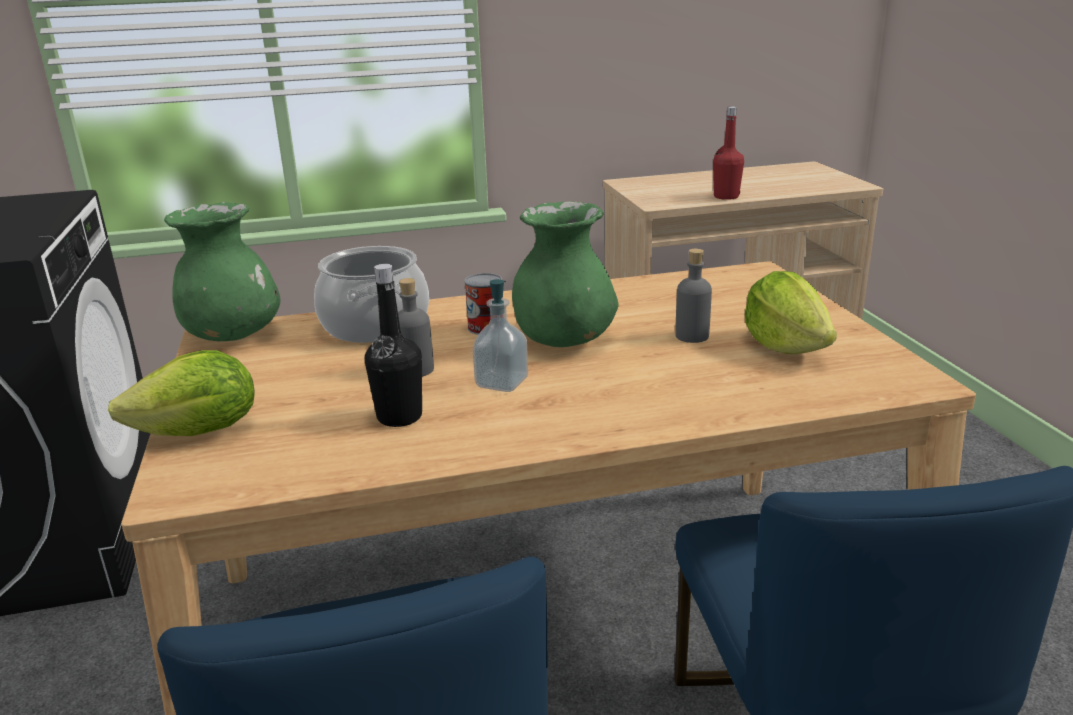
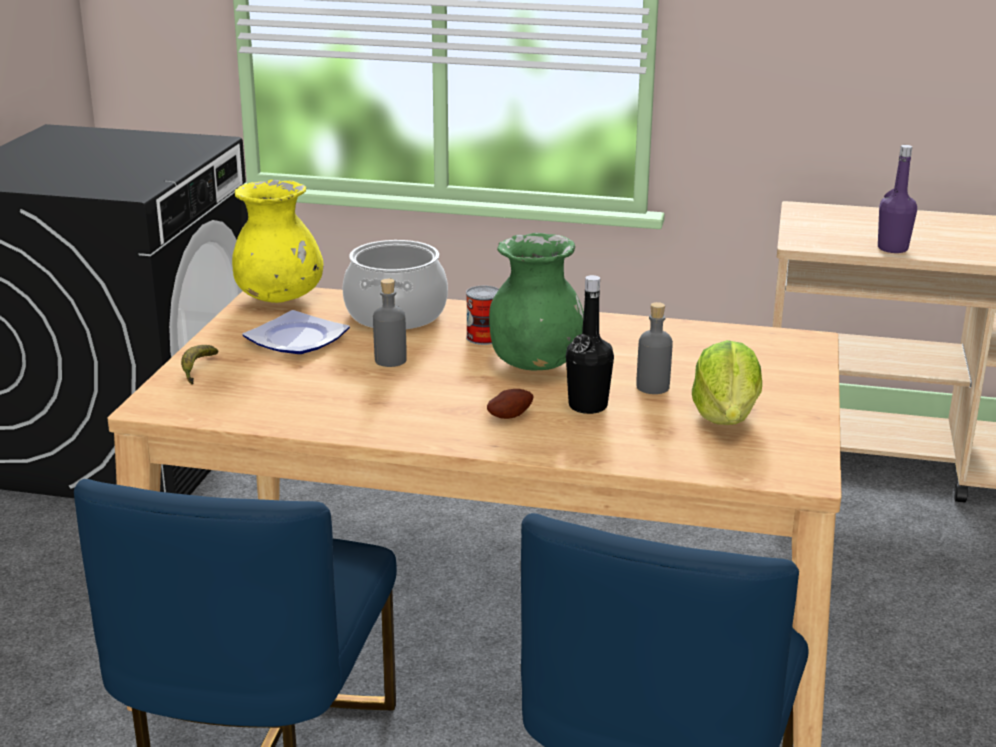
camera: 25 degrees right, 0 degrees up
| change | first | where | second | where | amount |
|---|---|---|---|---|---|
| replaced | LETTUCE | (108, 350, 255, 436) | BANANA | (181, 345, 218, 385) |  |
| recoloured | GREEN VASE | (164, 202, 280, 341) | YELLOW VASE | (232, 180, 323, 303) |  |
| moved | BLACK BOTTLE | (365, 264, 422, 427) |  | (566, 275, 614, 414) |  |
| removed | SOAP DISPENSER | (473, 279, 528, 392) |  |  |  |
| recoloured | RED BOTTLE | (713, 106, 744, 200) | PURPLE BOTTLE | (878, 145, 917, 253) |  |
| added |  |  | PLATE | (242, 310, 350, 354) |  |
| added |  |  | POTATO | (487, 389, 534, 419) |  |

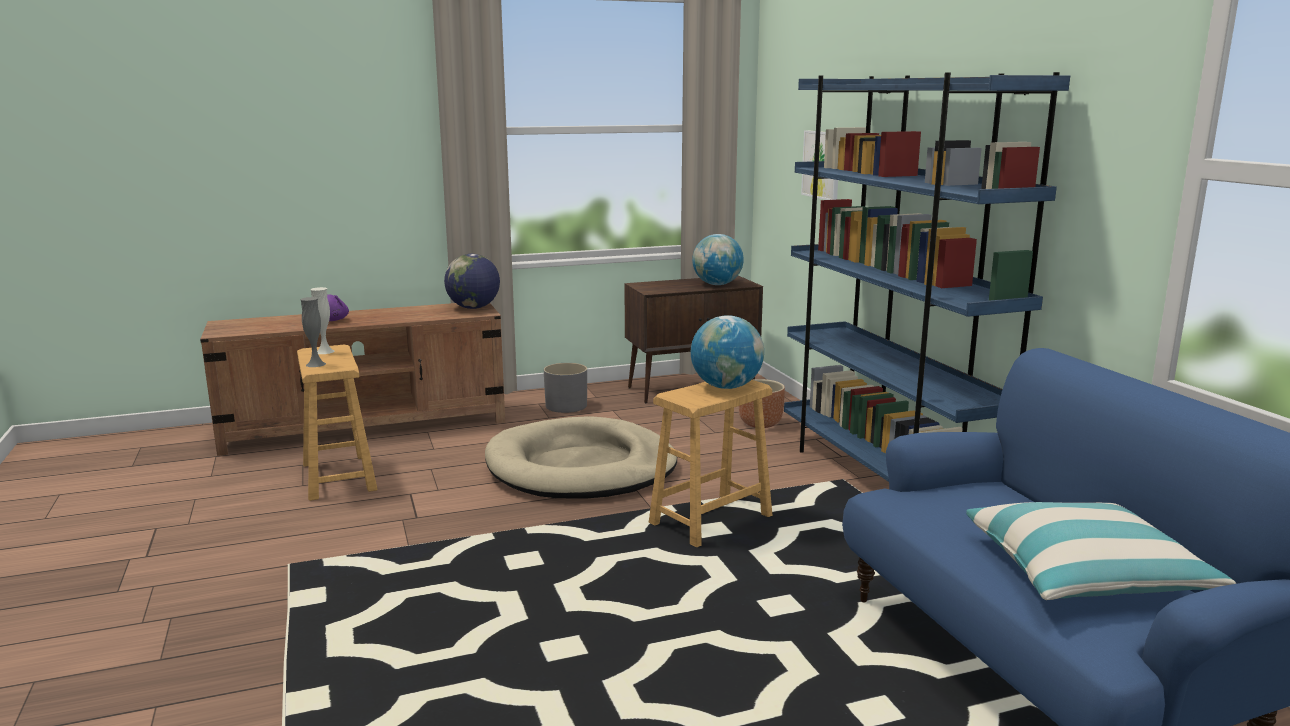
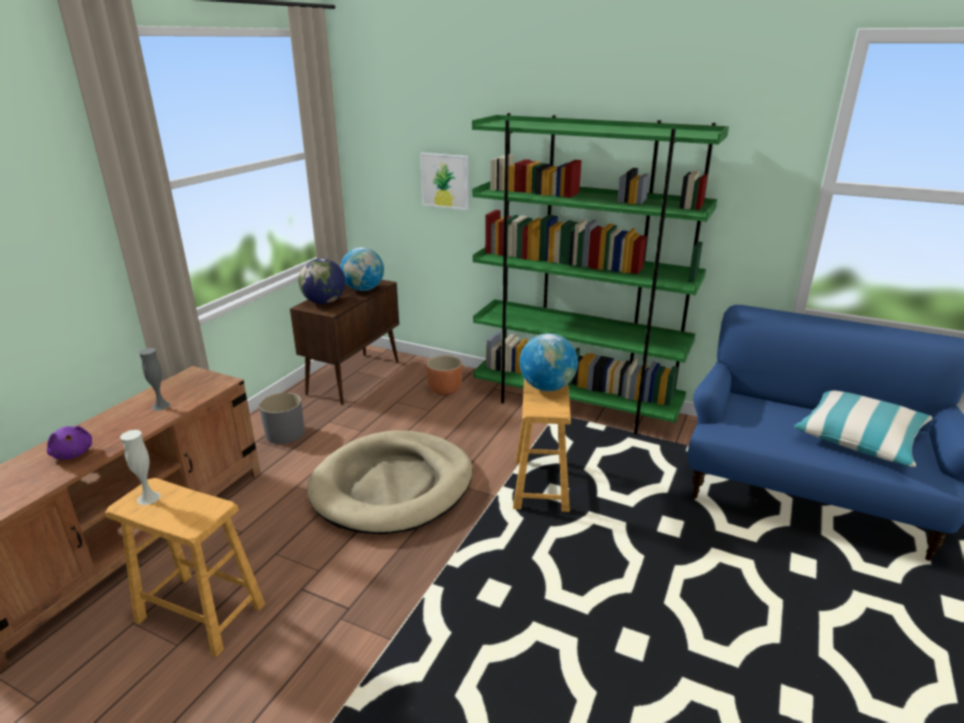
camera: 45 degrees left, 10 degrees up
| change | first | where | second | where | amount |
|---|---|---|---|---|---|
| moved | GREY VASE | (300, 297, 326, 367) |  | (139, 348, 171, 411) |  |
| moved | GLOBE | (444, 254, 500, 309) |  | (299, 258, 345, 304) |  |
| recoloured | BLUE BOOKCASE | (784, 72, 1070, 482) | GREEN BOOKCASE | (472, 113, 729, 434) |  |

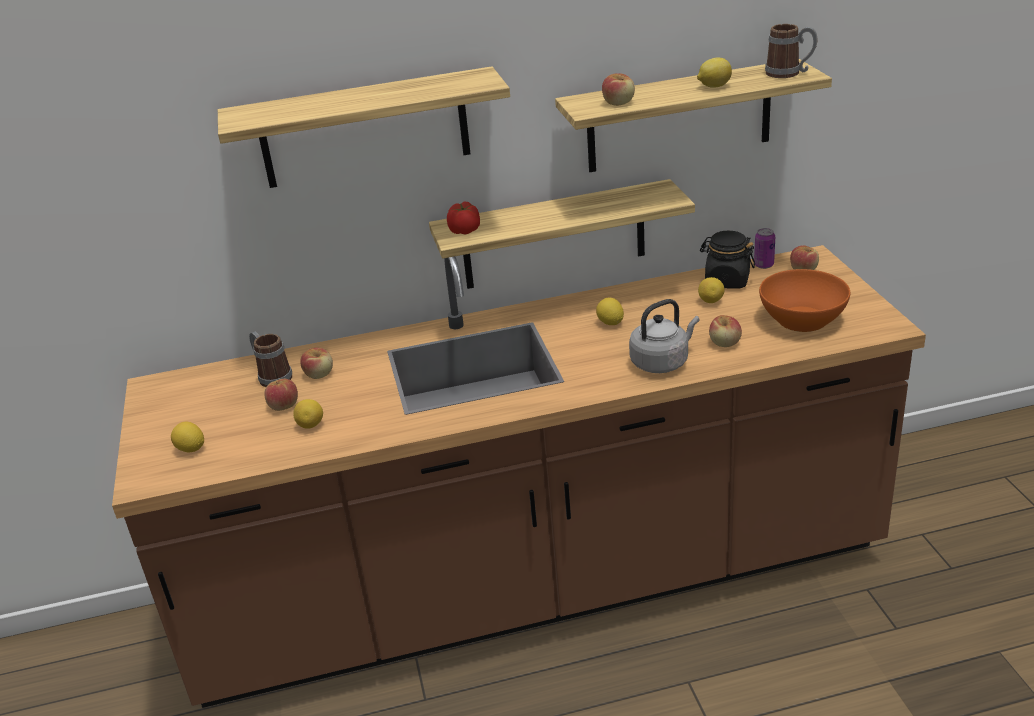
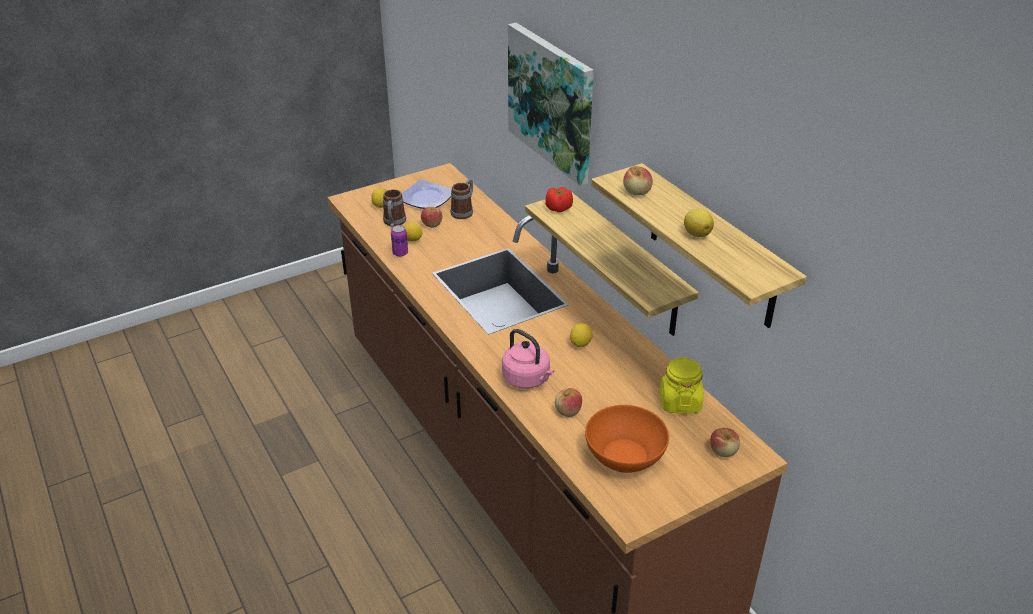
camera: 70 degrees right, 5 degrees up
| change | first | where | second | where | amount |
|---|---|---|---|---|---|
| replaced | SHELF | (218, 66, 510, 188) | PICTURE | (508, 23, 594, 186) |  |
| removed | APPLE | (300, 348, 333, 379) |  |  |  |
| recoloured | GREY KETTLE | (629, 299, 699, 373) | PINK KETTLE | (502, 329, 554, 389) |  |
| removed | LEMON | (698, 277, 724, 303) |  |  |  |
| recoloured | BLACK JAR | (700, 231, 755, 289) | YELLOW JAR | (660, 357, 704, 414) |  |
| moved | CAN | (754, 228, 775, 269) |  | (391, 225, 408, 257) |  |
| moved | MUG | (765, 24, 818, 78) |  | (383, 189, 406, 227) |  |
| added |  |  | PLATE | (402, 179, 452, 209) |  |

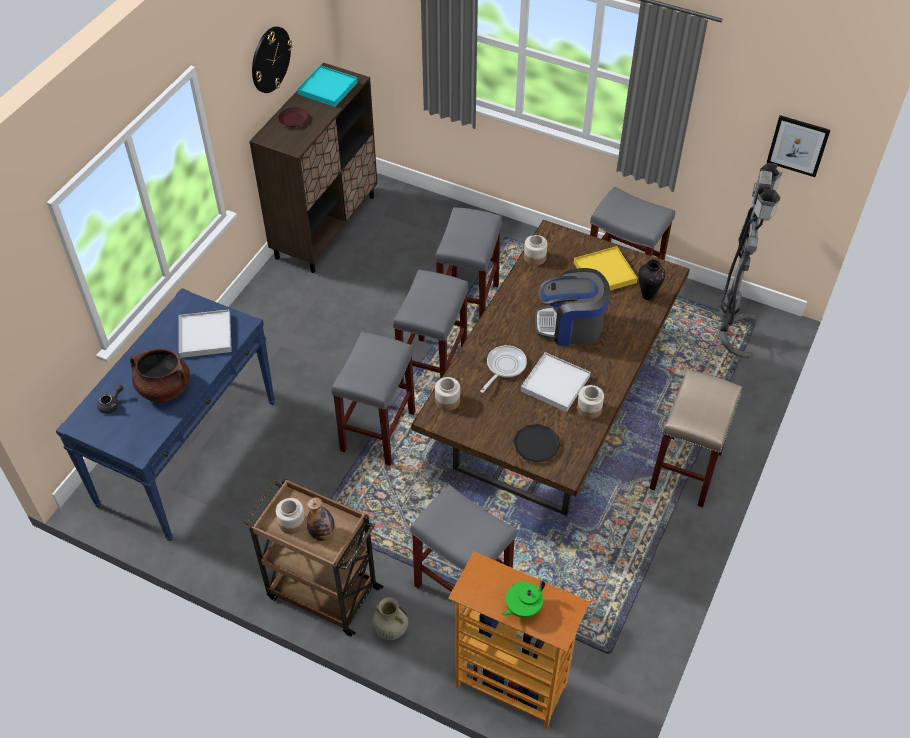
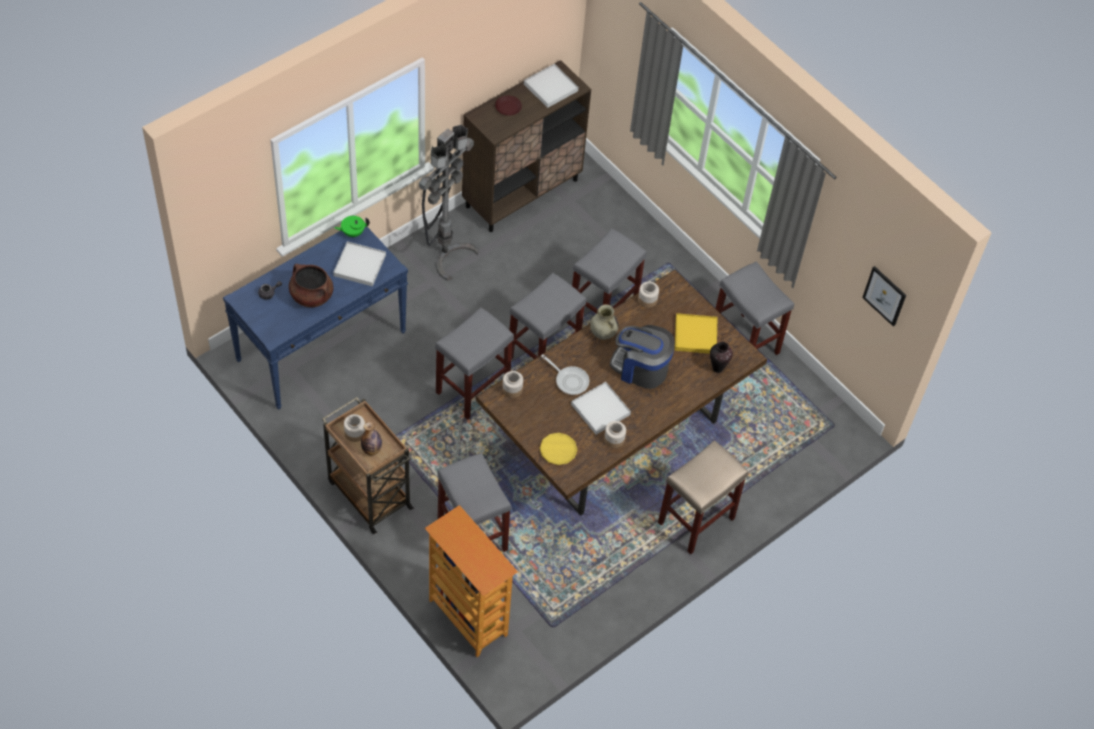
camera: 20 degrees right, 5 degrees up
| change | first | where | second | where | amount |
|---|---|---|---|---|---|
| removed | WALL CLOCK | (252, 26, 292, 93) |  |  |  |
| recoloured | TURQUOISE TRAY | (297, 65, 358, 107) | WHITE TRAY | (524, 64, 578, 108) |  |
| moved | BEIGE VASE | (372, 597, 408, 640) |  | (590, 304, 619, 340) |  |
| turned | FRYING PAN | (480, 345, 527, 393) |  | (541, 354, 589, 395) | 75 degrees clockwise |
| moved | GREEN TEAPOT | (501, 580, 545, 618) |  | (334, 216, 370, 237) |  |
| recoloured | BLACK PLATE | (513, 424, 560, 462) | YELLOW PLATE | (539, 433, 577, 465) |  |
| moved | GREY FLOOR LAMP | (719, 163, 783, 359) |  | (419, 125, 479, 281) |  |

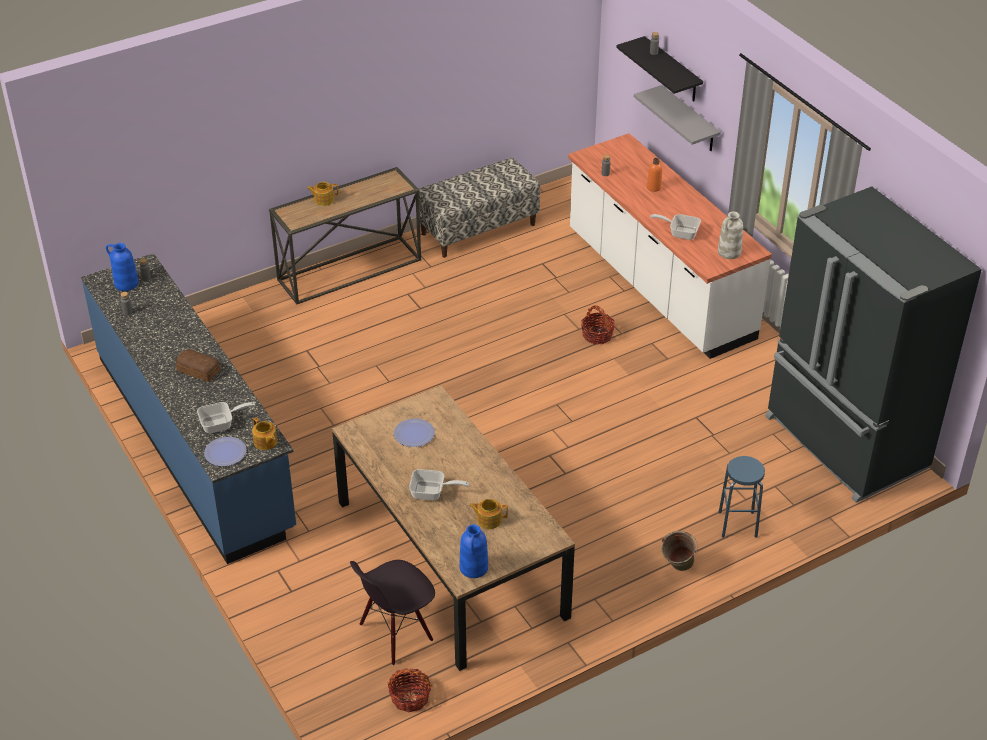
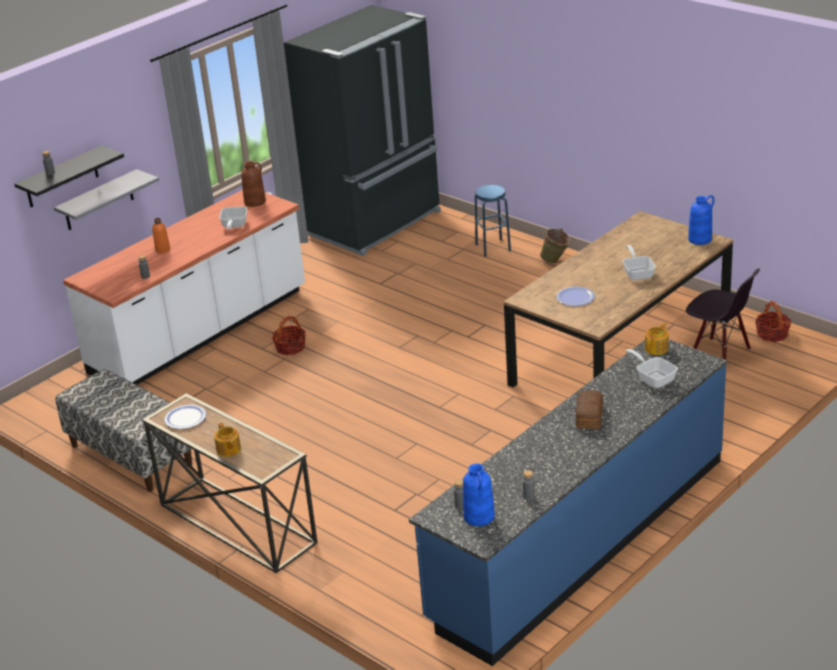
camera: 105 degrees left, 10 degrees down
| change | first | where | second | where | amount |
|---|---|---|---|---|---|
| moved | PLATE | (204, 437, 247, 466) |  | (164, 405, 206, 429) |  |
| removed | TEAPOT | (469, 499, 508, 529) |  |  |  |
| recoloured | WHITE VASE | (718, 212, 743, 259) | BROWN VASE | (241, 161, 266, 207) |  |

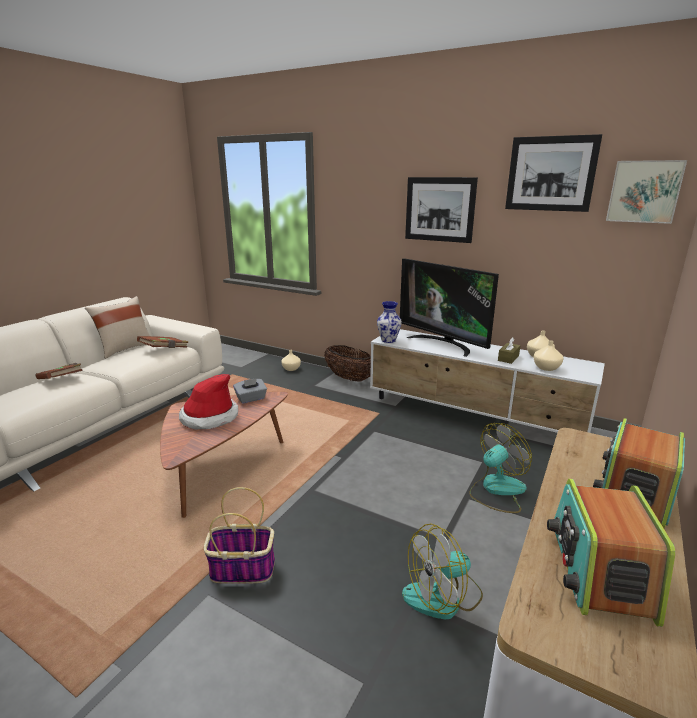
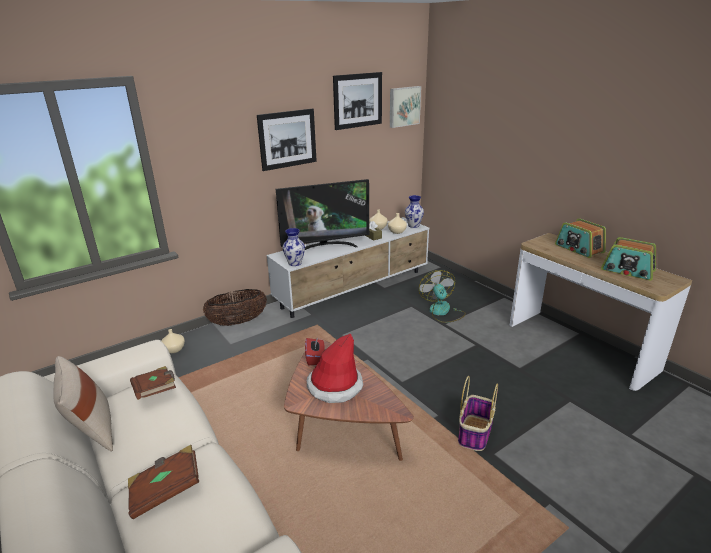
camera: 65 degrees left, 5 degrees up
| change | first | where | second | where | amount |
|---|---|---|---|---|---|
| recoloured | GREY TISSUE BOX | (233, 378, 267, 404) | RED TISSUE BOX | (305, 338, 325, 365) |  |
| removed | FAN | (402, 524, 483, 619) |  |  |  |
| added |  |  | VASE | (405, 195, 424, 228) |  |

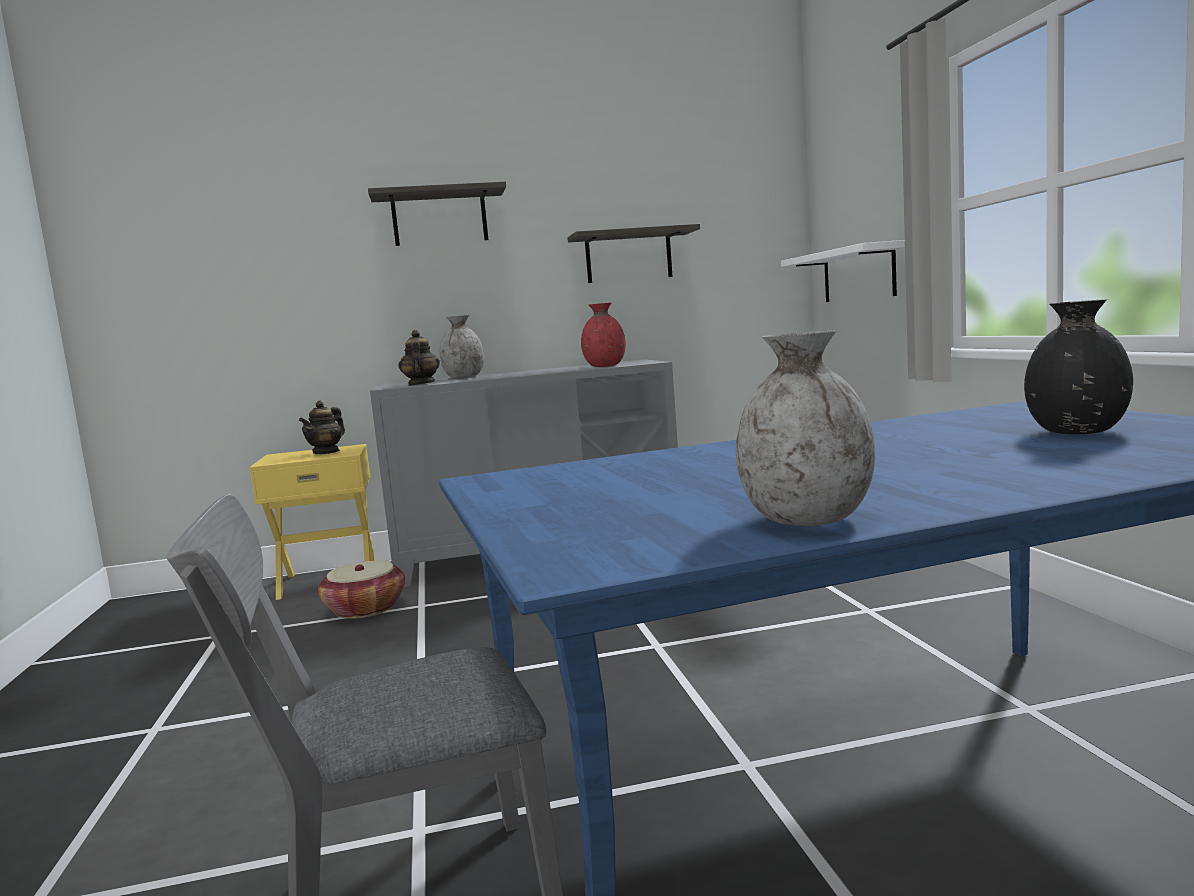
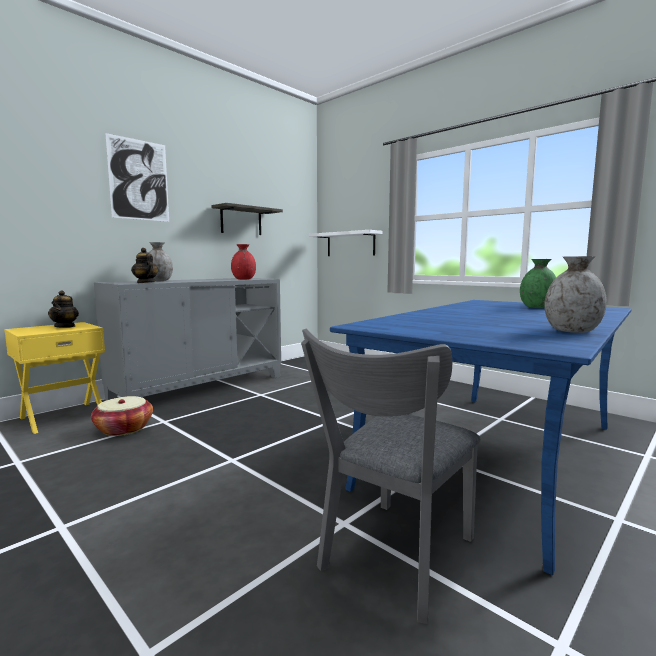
camera: 35 degrees left, 0 degrees up
| change | first | where | second | where | amount |
|---|---|---|---|---|---|
| replaced | SHELF | (368, 182, 506, 246) | PICTURE | (105, 133, 169, 222) |  |
| recoloured | BLACK VASE | (1024, 299, 1133, 434) | GREEN VASE | (520, 259, 556, 308) |  |

